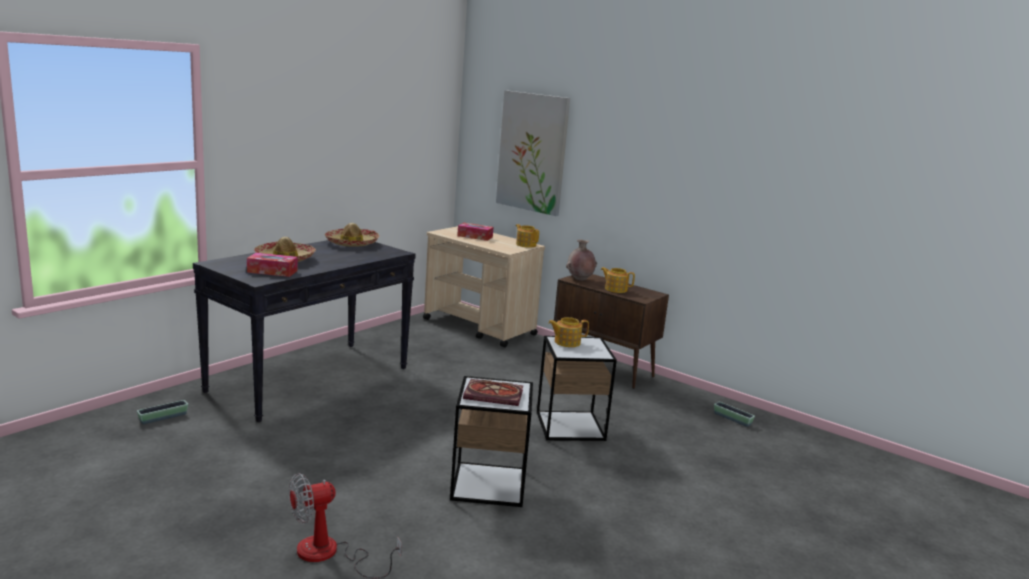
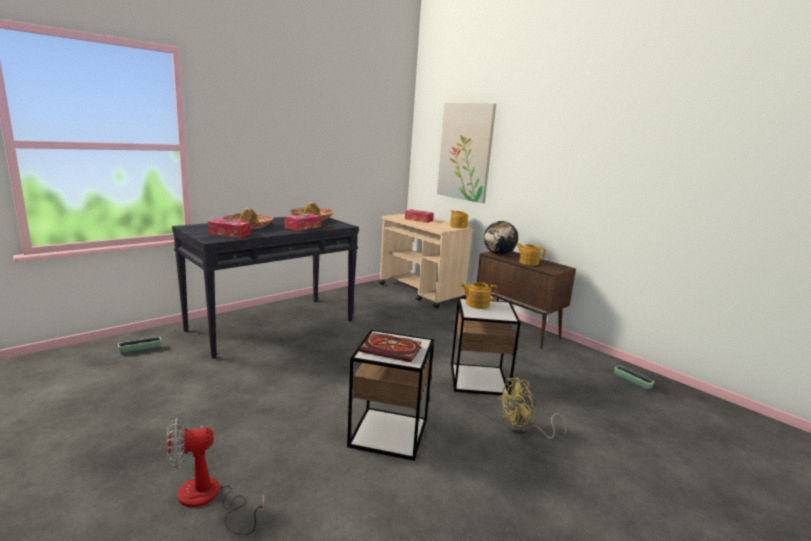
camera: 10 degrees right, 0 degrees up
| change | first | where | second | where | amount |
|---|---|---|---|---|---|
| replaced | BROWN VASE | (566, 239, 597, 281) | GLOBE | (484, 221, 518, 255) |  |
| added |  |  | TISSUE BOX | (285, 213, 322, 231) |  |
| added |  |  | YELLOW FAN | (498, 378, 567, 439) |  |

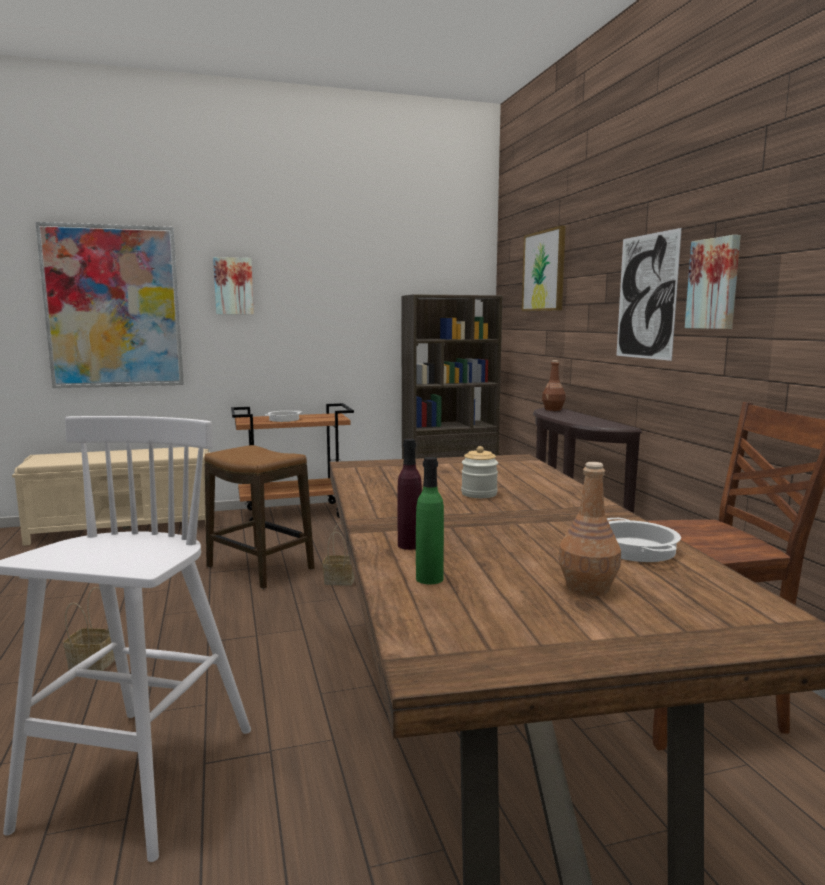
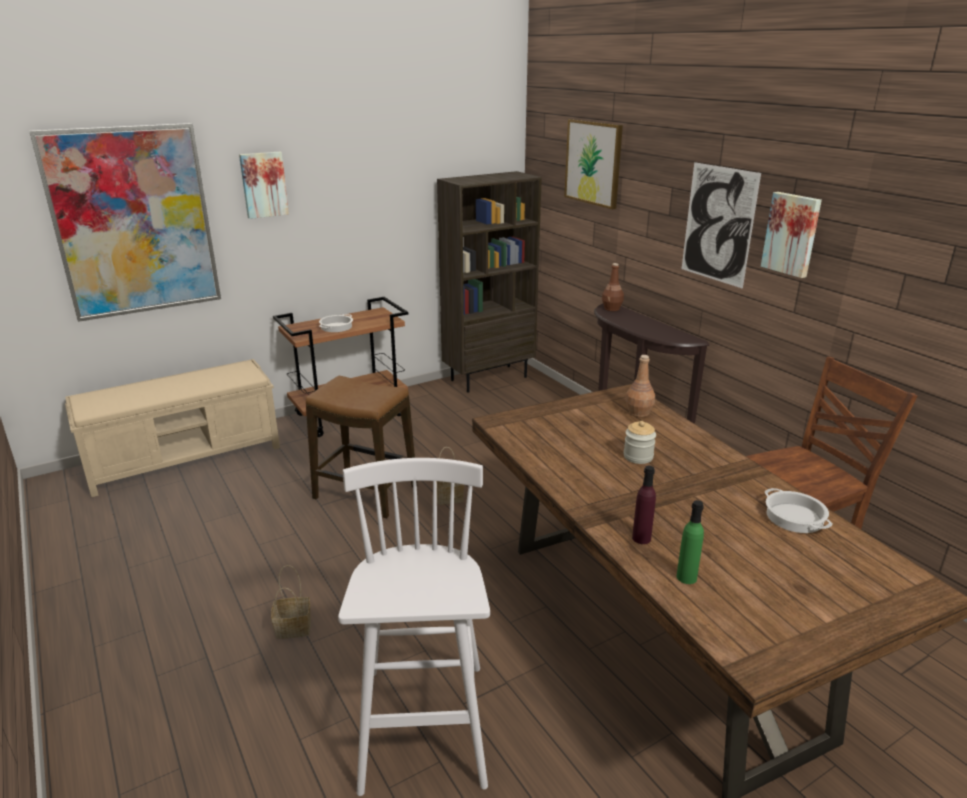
camera: 15 degrees left, 15 degrees up
| change | first | where | second | where | amount |
|---|---|---|---|---|---|
| moved | BROWN BOTTLE | (558, 462, 621, 597) |  | (626, 355, 655, 417) |  |

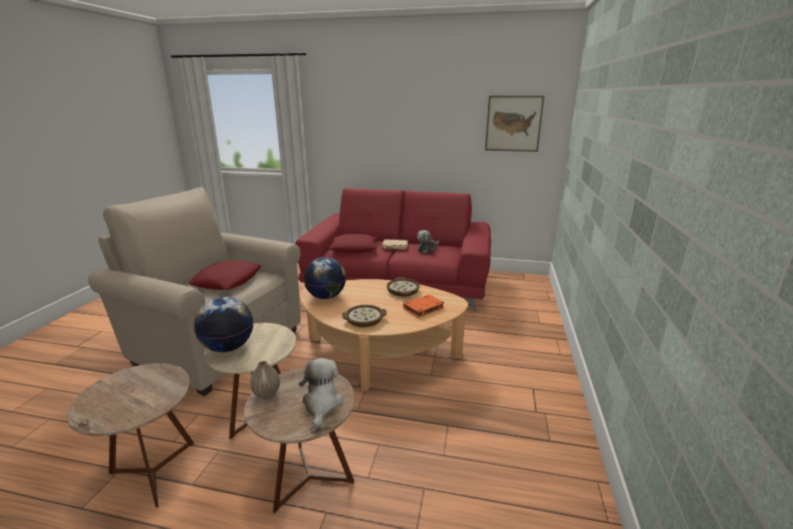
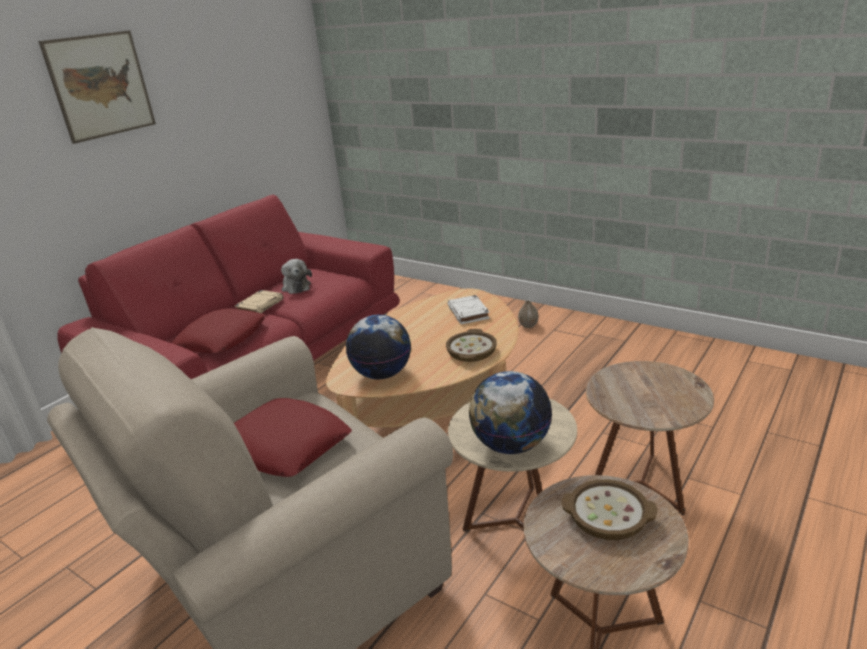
camera: 65 degrees left, 5 degrees up
| change | first | where | second | where | amount |
|---|---|---|---|---|---|
| moved | VASE | (250, 361, 280, 399) |  | (518, 301, 539, 328) |  |
| removed | PLUSH TOY | (299, 358, 343, 429) |  |  |  |
| moved | BOWL | (387, 277, 420, 297) |  | (561, 479, 658, 540) |  |
| recoloured | ORANGE BOOK | (403, 294, 445, 318) | WHITE BOOK | (447, 295, 490, 324) |  |
| moved | PICTURE | (485, 96, 544, 152) |  | (38, 30, 156, 144) |  |

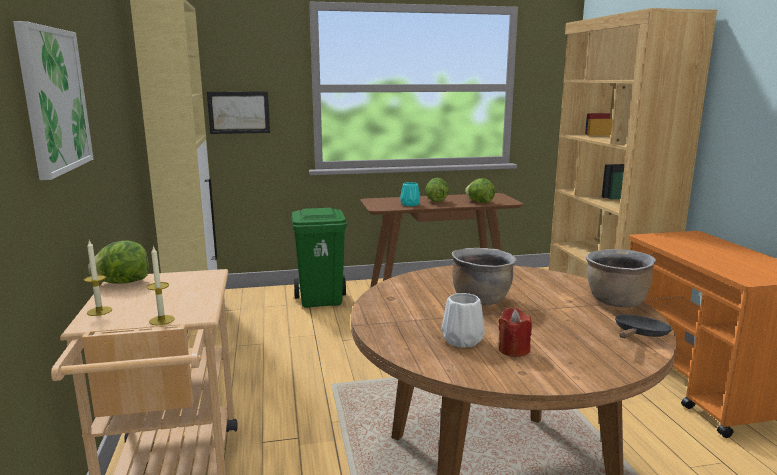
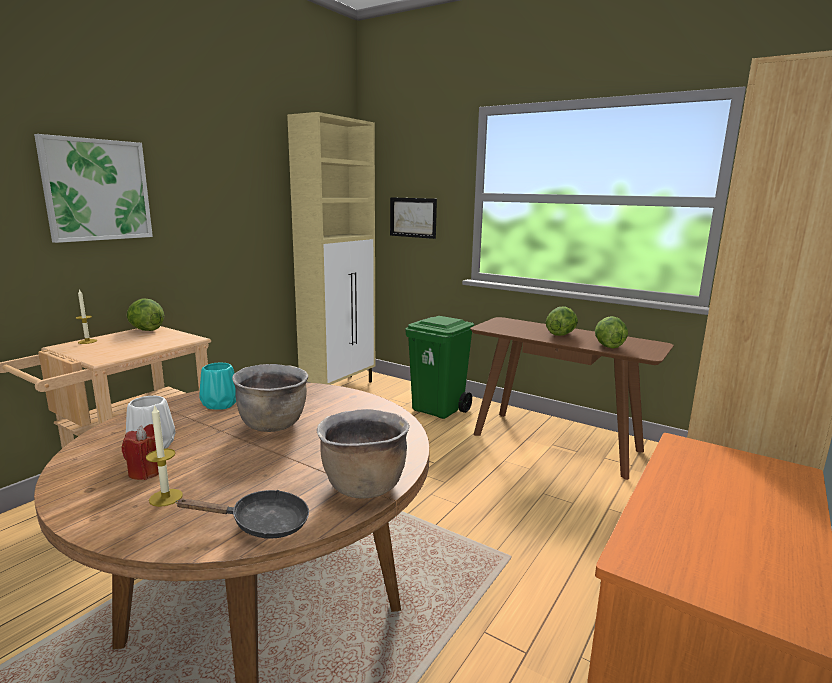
camera: 45 degrees right, 0 degrees up
| change | first | where | second | where | amount |
|---|---|---|---|---|---|
| moved | CANDLE | (147, 246, 175, 326) |  | (146, 404, 183, 507) |  |
| moved | TURQUOISE VASE | (400, 182, 420, 206) |  | (200, 362, 236, 410) |  |

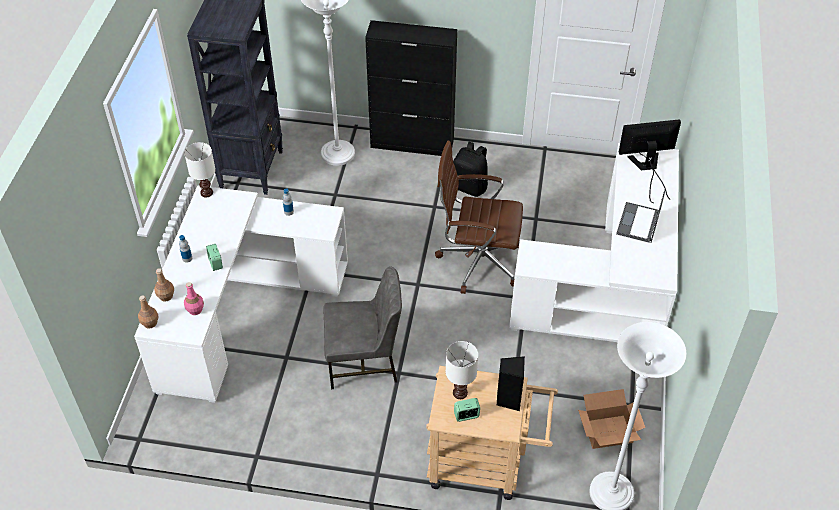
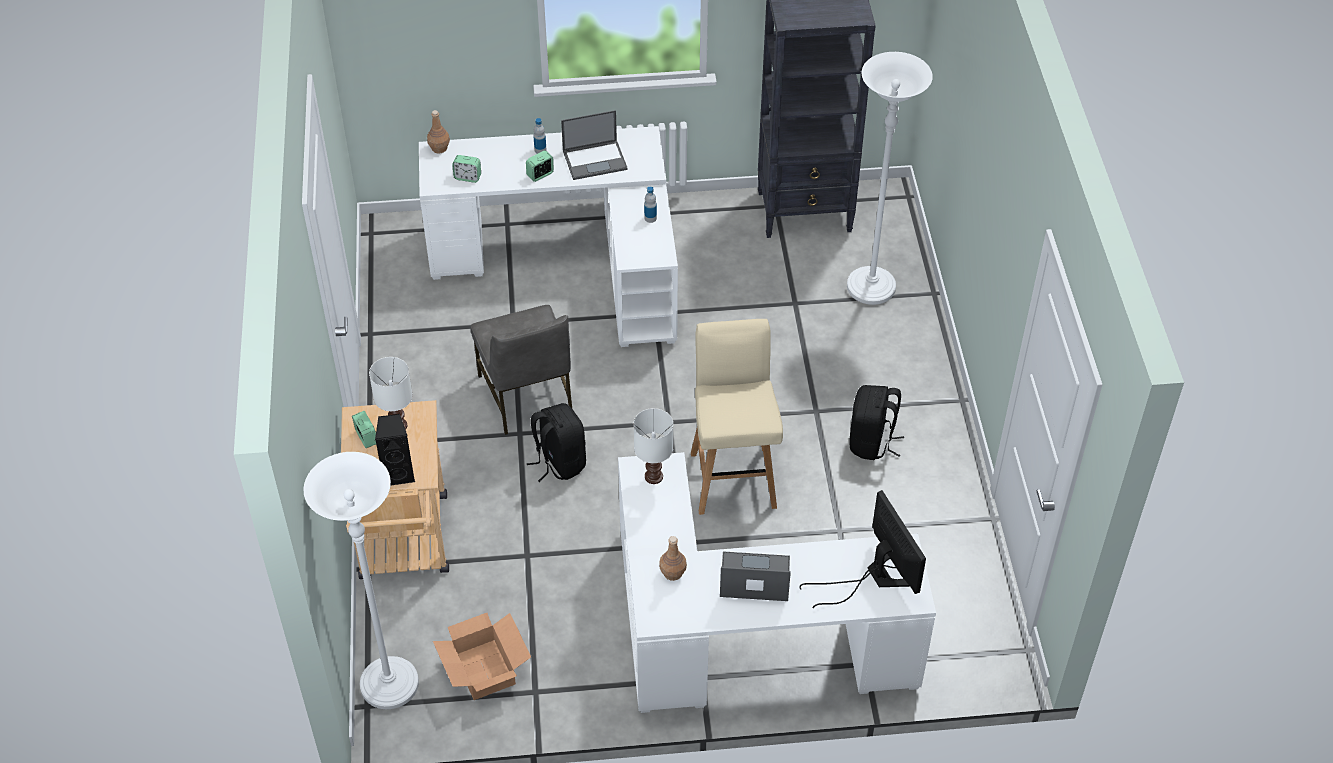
camera: 75 degrees right, 0 degrees up
| change | first | where | second | where | amount |
|---|---|---|---|---|---|
| moved | BROWN BOTTLE | (154, 268, 174, 302) |  | (659, 536, 687, 581) |  |
| moved | WHITE TABLE LAMP | (184, 142, 216, 197) |  | (634, 408, 673, 484) |  |
| replaced | PINK BOTTLE | (184, 282, 204, 315) | ALARM CLOCK | (452, 155, 481, 183) |  |
| removed | BLACK CABINET | (365, 20, 457, 156) |  |  |  |
| replaced | BROWN OFFICE CHAIR | (435, 141, 523, 294) | BEIGE STOOL | (691, 319, 783, 515) |  |
| added |  |  | BLACK BACKPACK | (527, 403, 586, 482) |  |
| added |  |  | LAPTOP | (561, 110, 628, 180) |  |

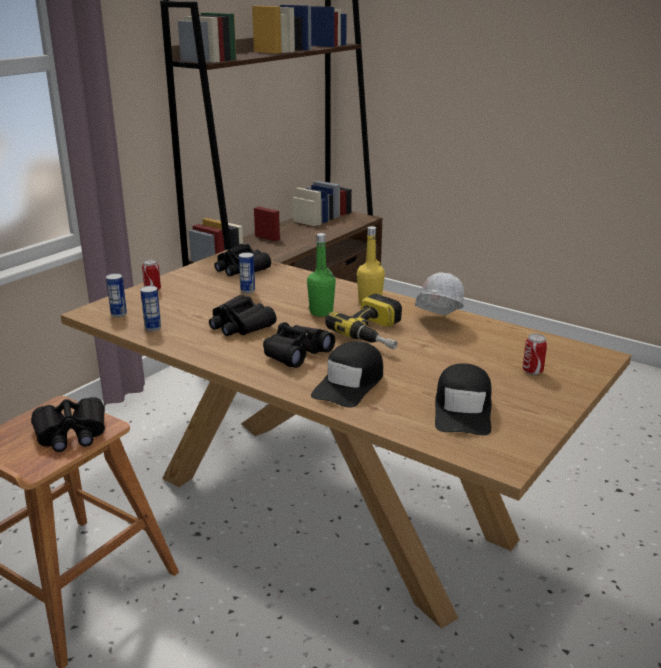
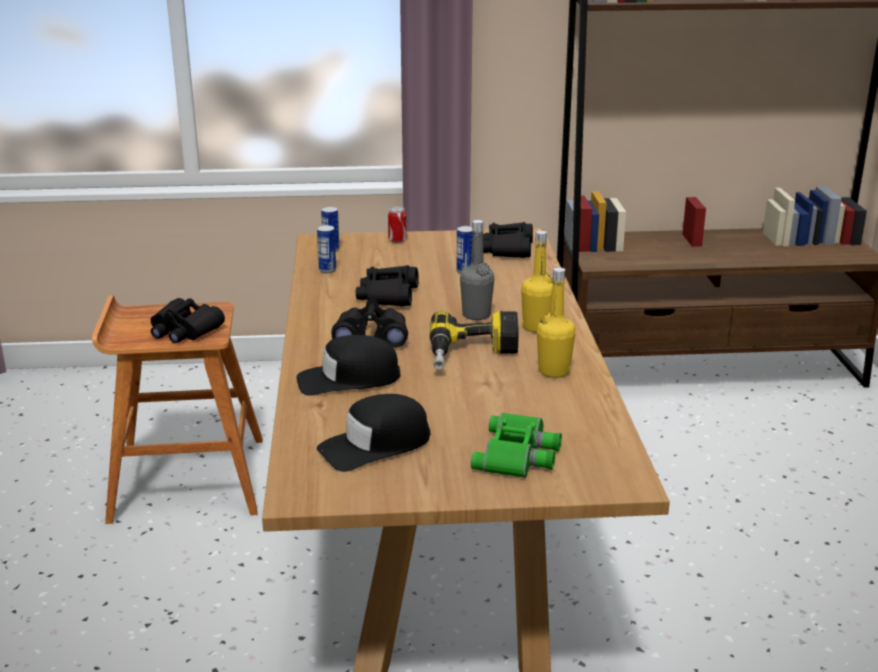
camera: 50 degrees right, 0 degrees up
| change | first | where | second | where | amount |
|---|---|---|---|---|---|
| recoloured | GREEN BOTTLE | (307, 233, 336, 317) | GREY BOTTLE | (460, 220, 494, 320) |  |
| replaced | WHITE HARD HAT | (415, 272, 464, 315) | YELLOW BOTTLE | (537, 267, 576, 378) |  |
| replaced | CAN | (523, 334, 547, 375) | GREEN BINOCULARS | (471, 413, 562, 478) |  |

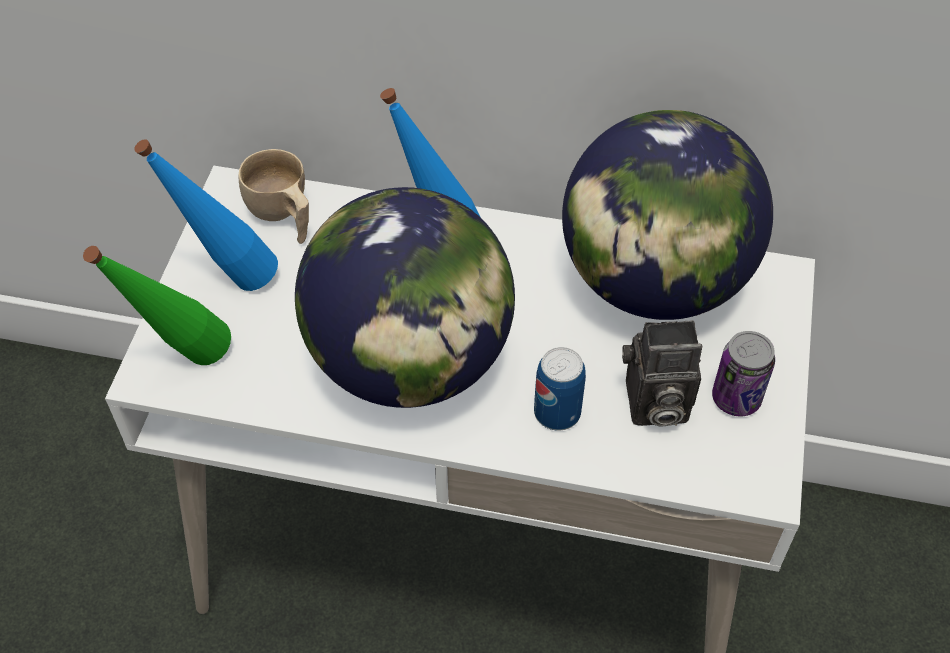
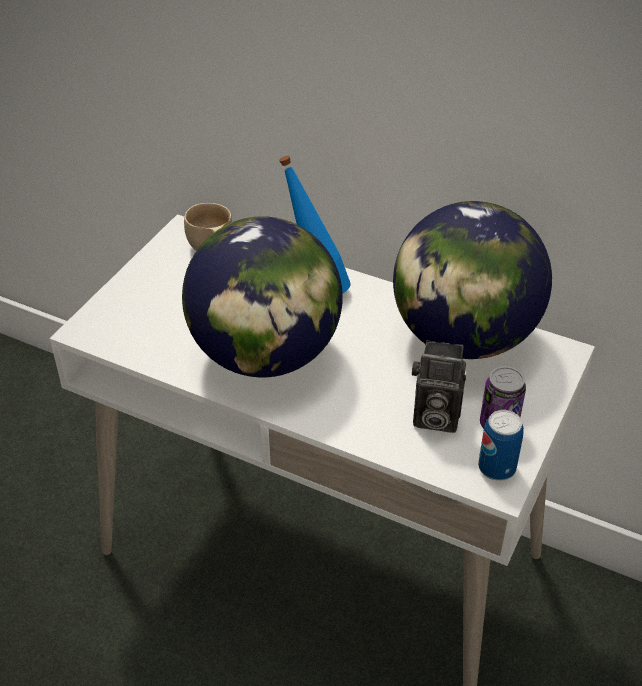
camera: 15 degrees right, 10 degrees down
| change | first | where | second | where | amount |
|---|---|---|---|---|---|
| removed | GREEN BOTTLE | (83, 246, 231, 365) |  |  |  |
| removed | BLUE BOTTLE | (134, 139, 278, 291) |  |  |  |
| moved | CAN | (534, 347, 586, 431) |  | (478, 410, 524, 481) |  |

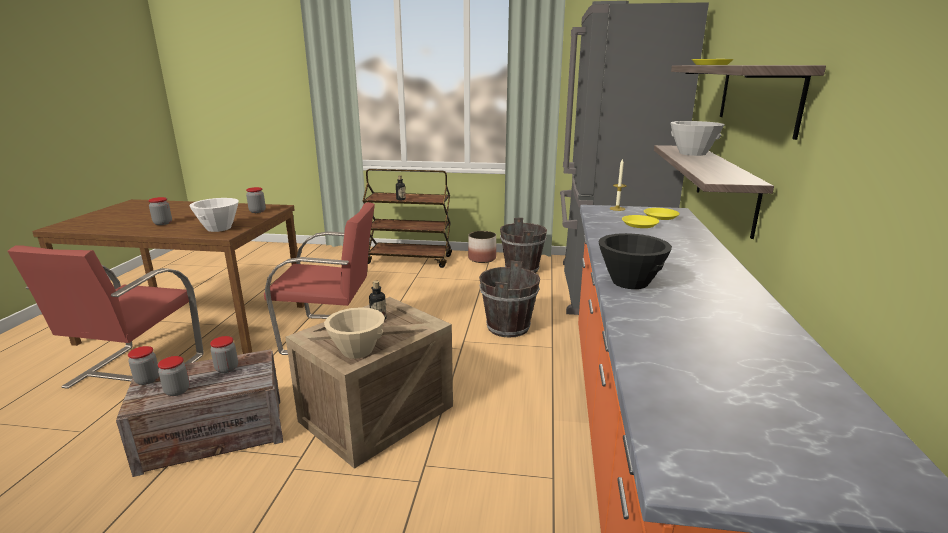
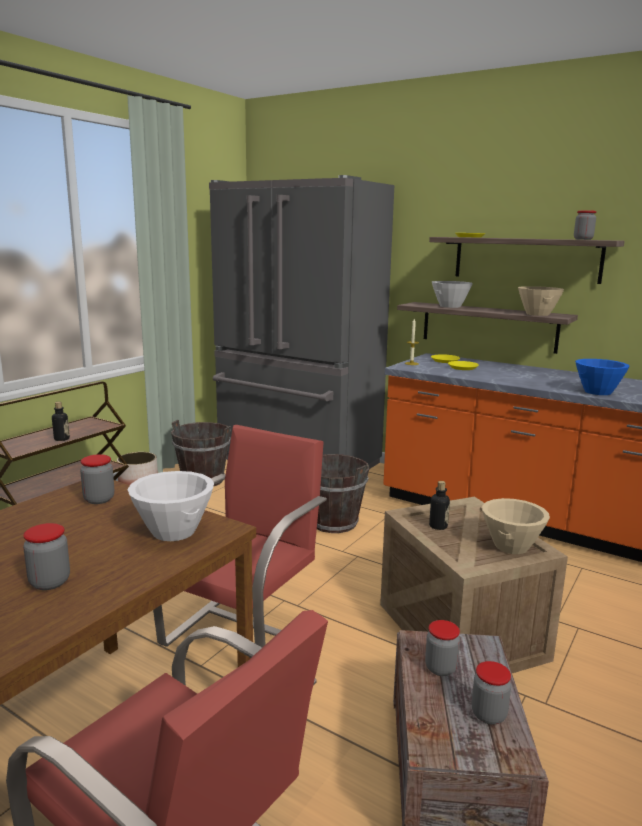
camera: 65 degrees left, 5 degrees down
| change | first | where | second | where | amount |
|---|---|---|---|---|---|
| moved | JAR | (128, 346, 159, 385) |  | (574, 210, 596, 240) |  |
| recoloured | BLACK BOWL | (598, 233, 672, 289) | BLUE BOWL | (575, 359, 630, 395) |  |
| added |  |  | BEIGE BOWL | (518, 286, 564, 316) |  |

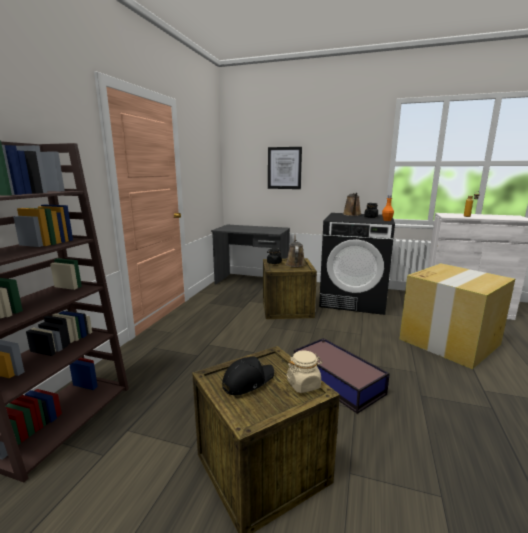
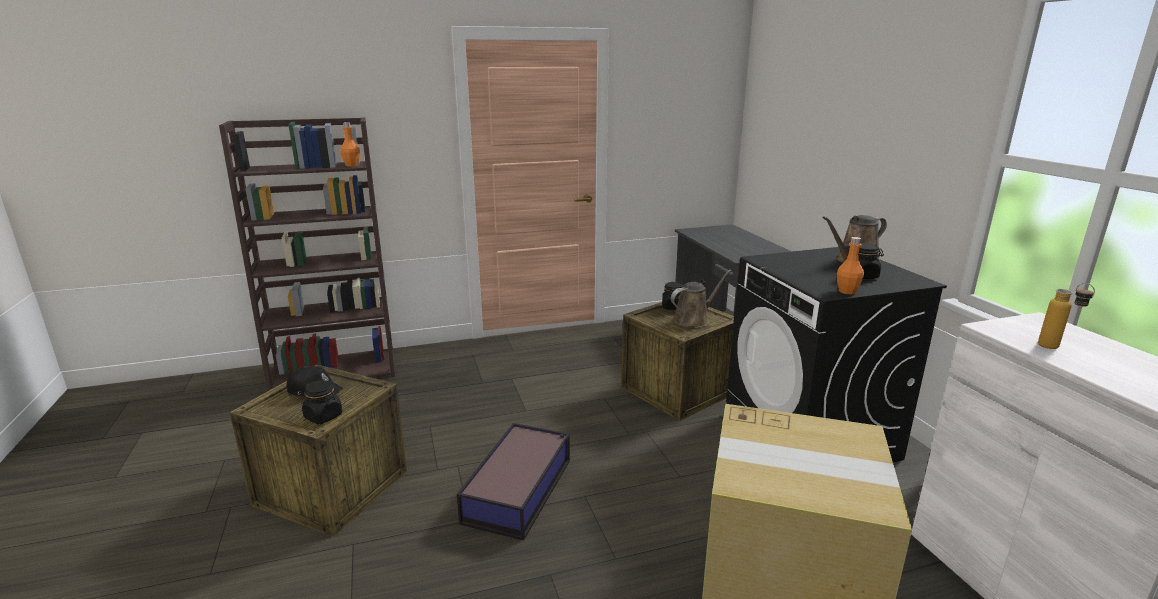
camera: 55 degrees right, 5 degrees up
| change | first | where | second | where | amount |
|---|---|---|---|---|---|
| removed | PICTURE | (268, 147, 302, 189) |  |  |  |
| recoloured | BEIGE JAR | (287, 351, 322, 393) | BLACK JAR | (302, 380, 342, 424) |  |
| added |  |  | ORANGE BOTTLE | (340, 122, 360, 166) |  |

